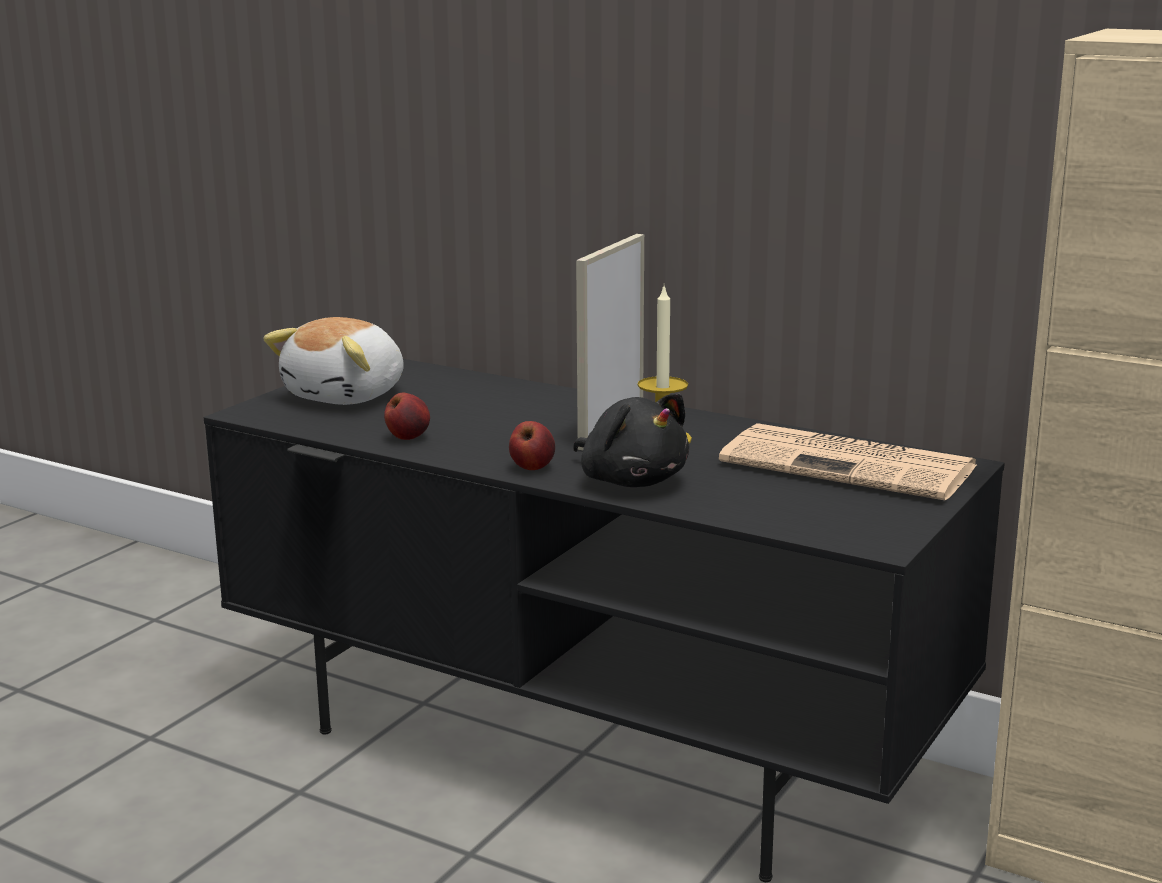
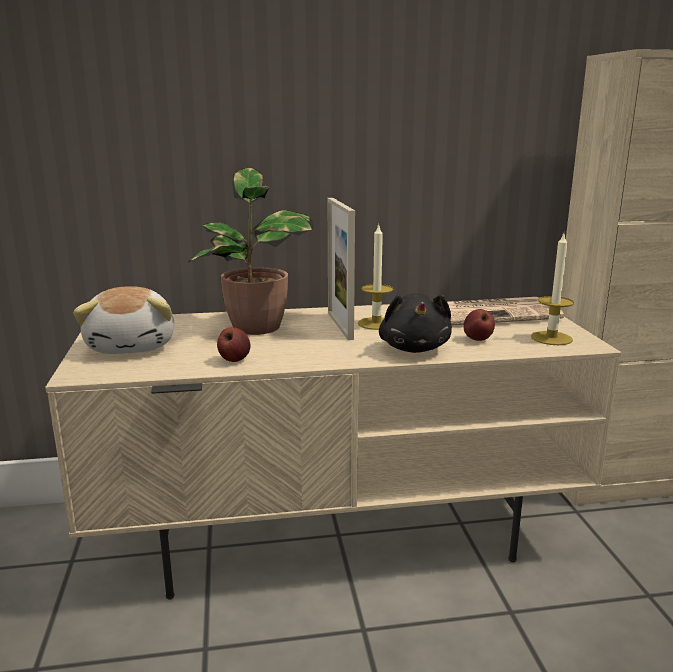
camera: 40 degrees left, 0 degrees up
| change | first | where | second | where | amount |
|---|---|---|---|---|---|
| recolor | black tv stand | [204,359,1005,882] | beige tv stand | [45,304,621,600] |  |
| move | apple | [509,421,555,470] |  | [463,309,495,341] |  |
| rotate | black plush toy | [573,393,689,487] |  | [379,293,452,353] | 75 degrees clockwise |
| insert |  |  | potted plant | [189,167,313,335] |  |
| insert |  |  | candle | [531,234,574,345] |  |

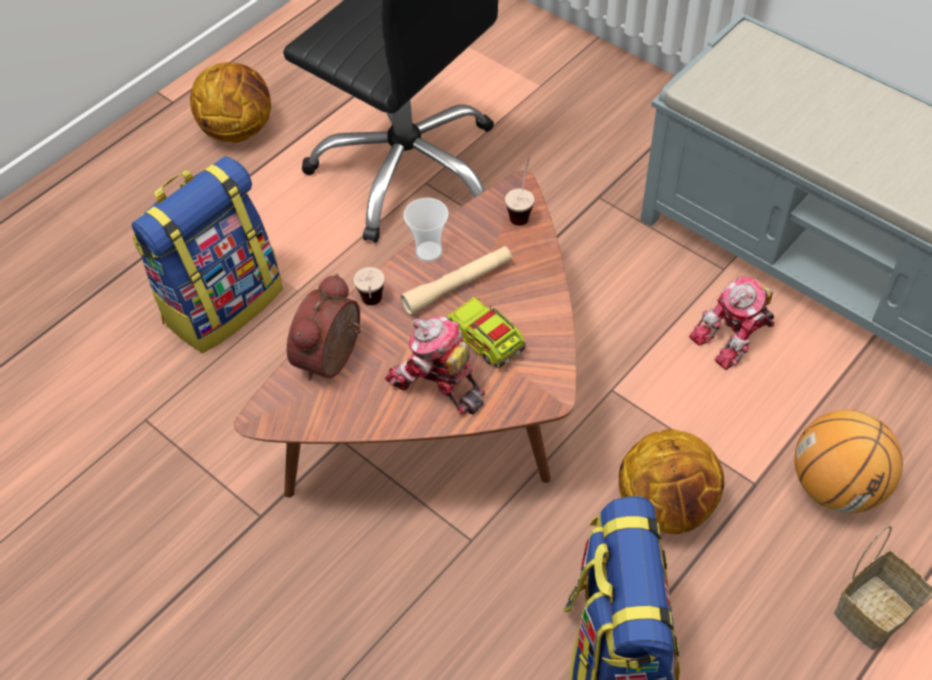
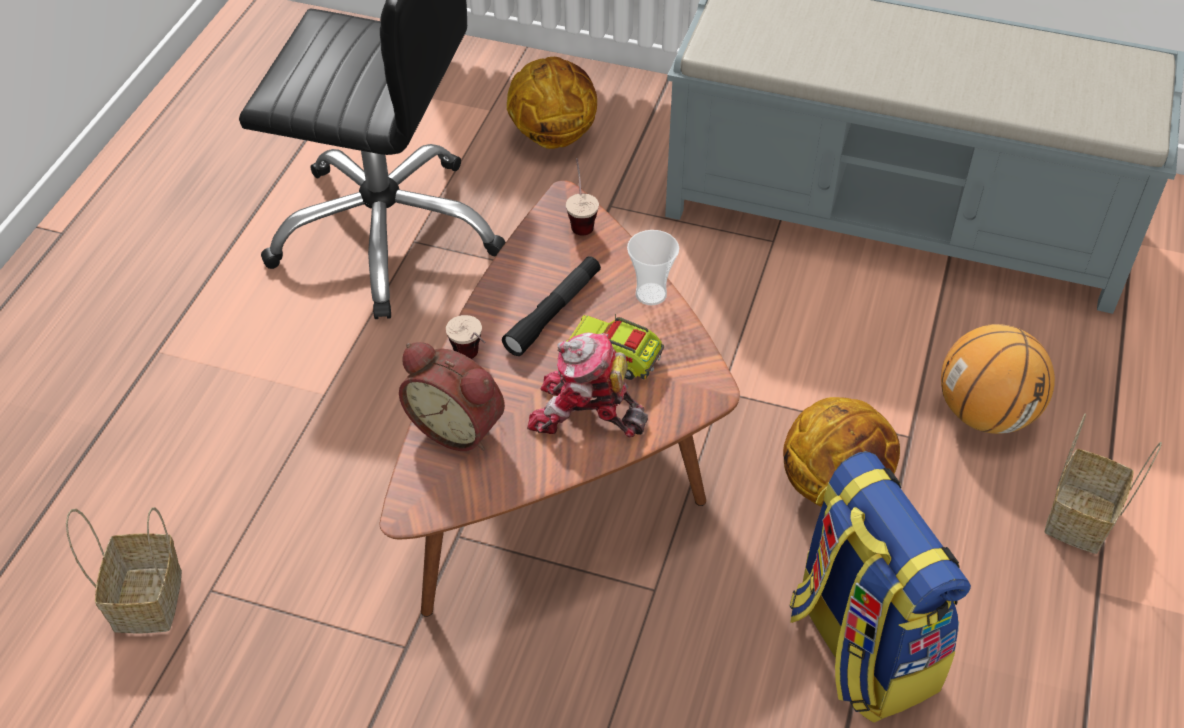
camera: 25 degrees left, 5 degrees down
| change | first | where | second | where | amount |
|---|---|---|---|---|---|
| delete | backpack | [132,156,283,353] |  |  |  |
| move | basketball | [190,62,271,143] |  | [507,57,597,149] |  |
| rotate | alarm clock | [287,273,361,381] |  | [399,342,505,451] | 60 degrees counterclockwise |
| recolor | beige flashlight | [400,246,512,315] | black flashlight | [502,256,601,356] |  |
| move | cup | [404,198,448,262] |  | [627,230,679,305] |  |
| delete | toy robot | [689,275,774,370] |  |  |  |
| insert |  |  | basket | [66,507,182,634] |  |

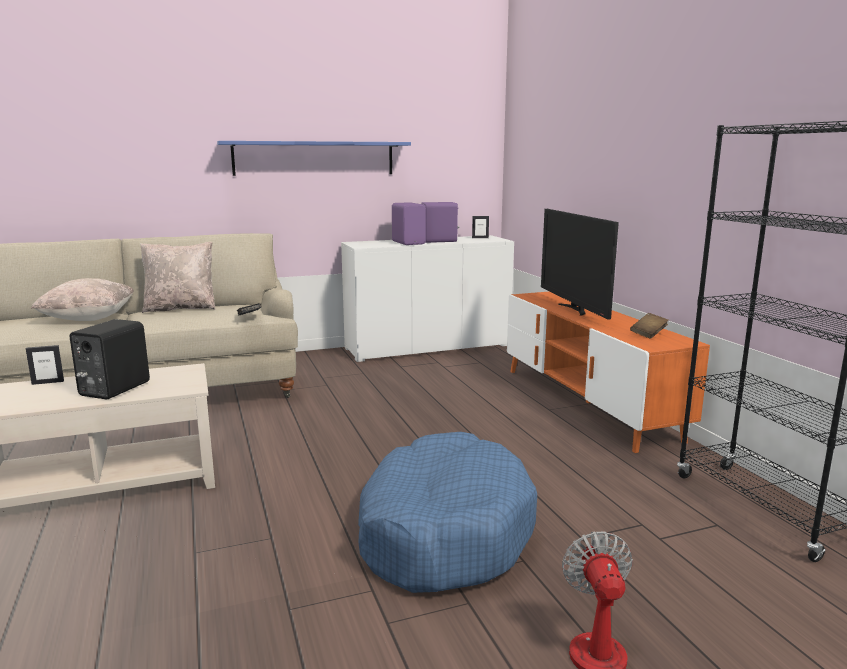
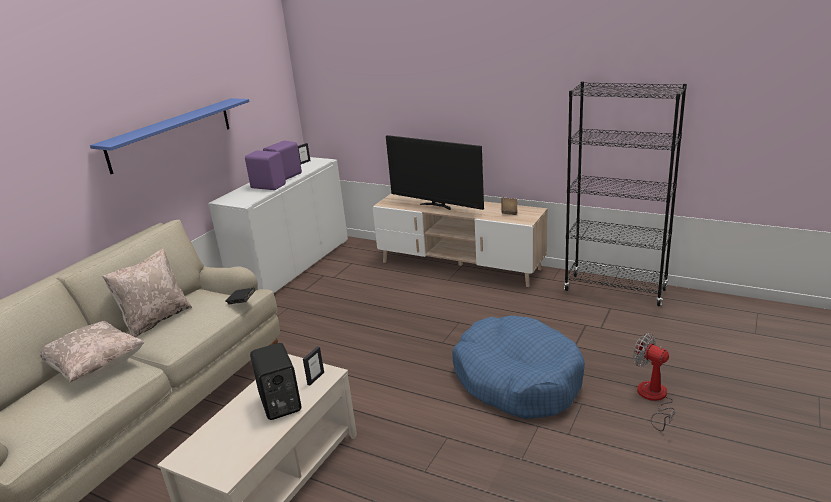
camera: 40 degrees left, 10 degrees up
| change | first | where | second | where | amount |
|---|---|---|---|---|---|
| move | picture frame | [26,345,64,385] |  | [303,346,324,386] |  |
| recolor | orange tv stand | [507,292,710,453] | beige tv stand | [373,194,547,287] |  |

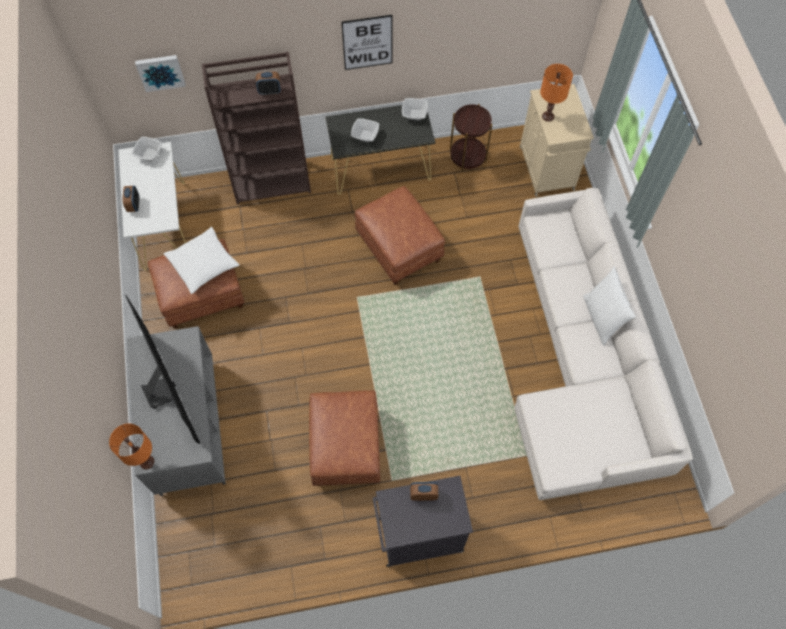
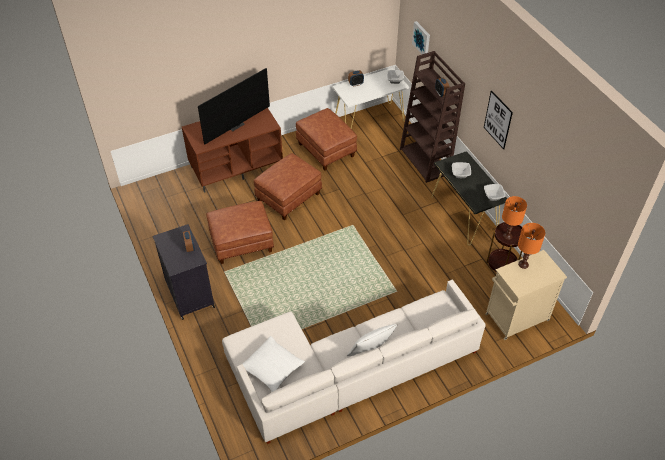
camera: 75 degrees right, 15 degrees down
| change | first | where | second | where | amount |
|---|---|---|---|---|---|
| move | orange table lamp | [109,424,154,469] |  | [502,196,527,240] |  |
| recolor | grey tv stand | [127,326,226,496] | brown tv stand | [182,108,283,193] |  |
| move | white pillow | [164,227,240,294] |  | [243,336,305,392] |  |
| move | brown ottoman | [355,186,445,285] |  | [254,153,322,221] |  |

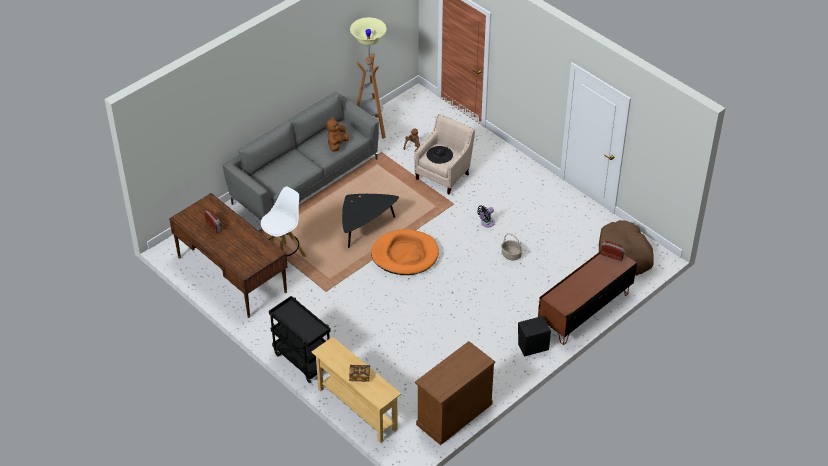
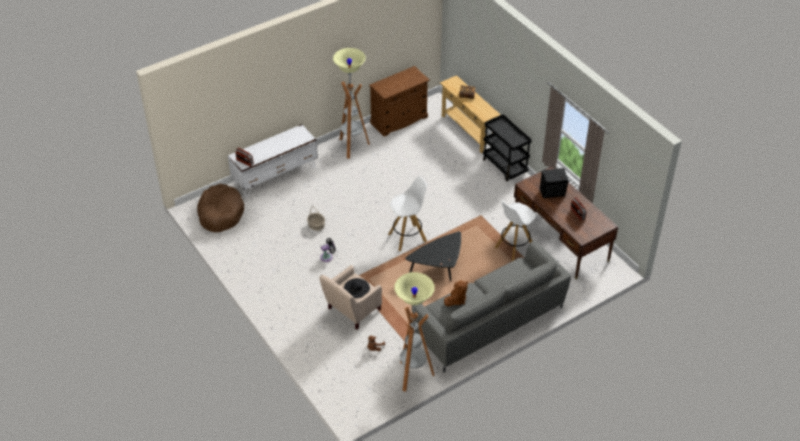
camera: 170 degrees left, 0 degrees up
| change | first | where | second | where | amount |
|---|---|---|---|---|---|
| replace | orange dog bed | [371,229,439,275] | white stool | [388,176,427,251] |  |
| move | black speaker | [518,316,551,357] |  | [540,167,569,198] |  |
| recolor | brown tv stand | [538,251,637,345] | white tv stand | [228,124,318,197] |  |
| insert |  |  | floor lamp | [333,48,370,159] |  |

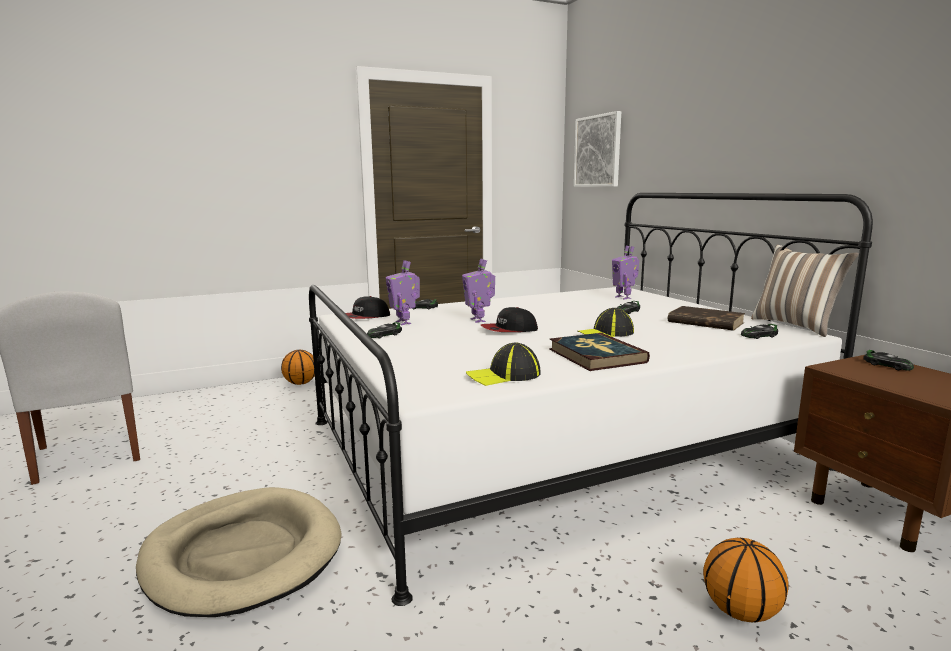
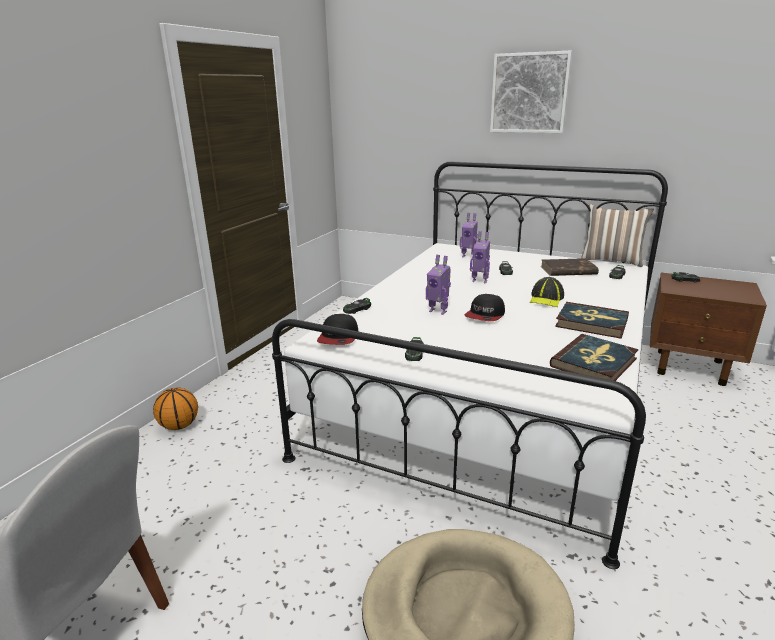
camera: 40 degrees left, 10 degrees up
| change | first | where | second | where | amount |
|---|---|---|---|---|---|
| move | toy robot | [386,260,420,325] |  | [470,231,490,284] |  |
| replace | cap | [466,343,541,386] | book | [550,334,639,381] |  |
| move | picture | [574,111,621,187] |  | [490,51,572,133] |  |
| delete | basketball | [703,538,788,622] |  |  |  |

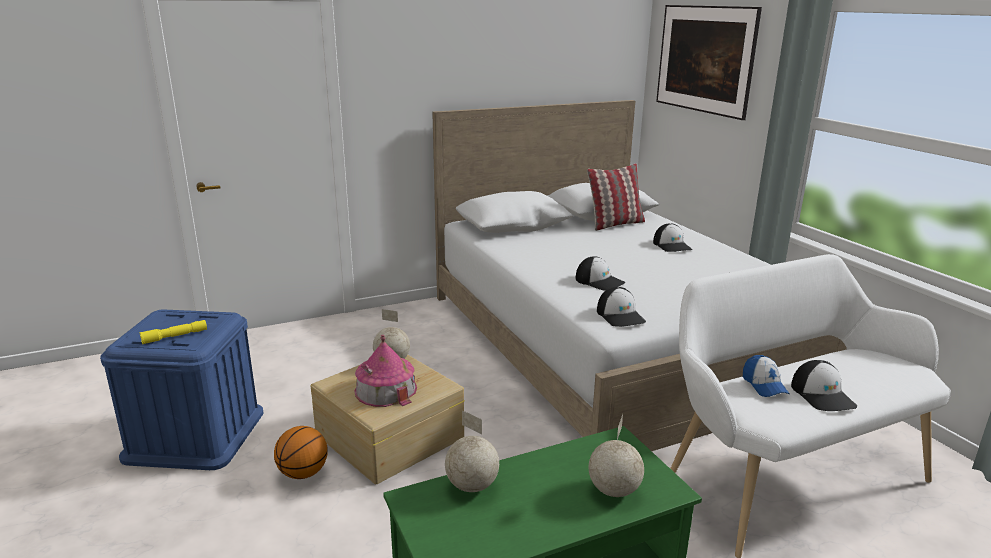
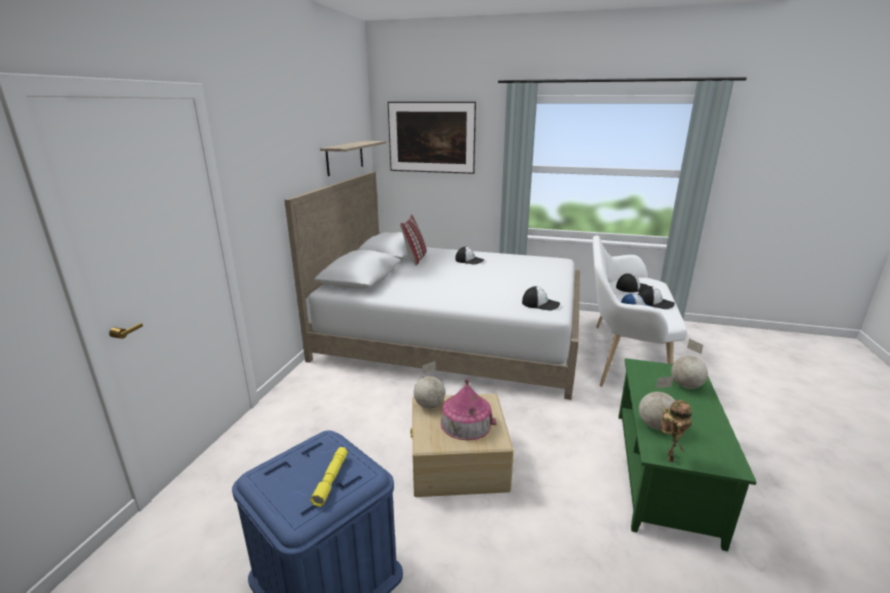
camera: 50 degrees left, 0 degrees up
| change | first | where | second | where | amount |
|---|---|---|---|---|---|
| delete | basketball | [274,426,328,479] |  |  |  |
| move | cap | [575,256,625,291] |  | [616,273,648,293] |  |
| insert |  |  | shelf | [320,141,386,176] |  |
| insert |  |  | toy robot | [661,400,692,462] |  |

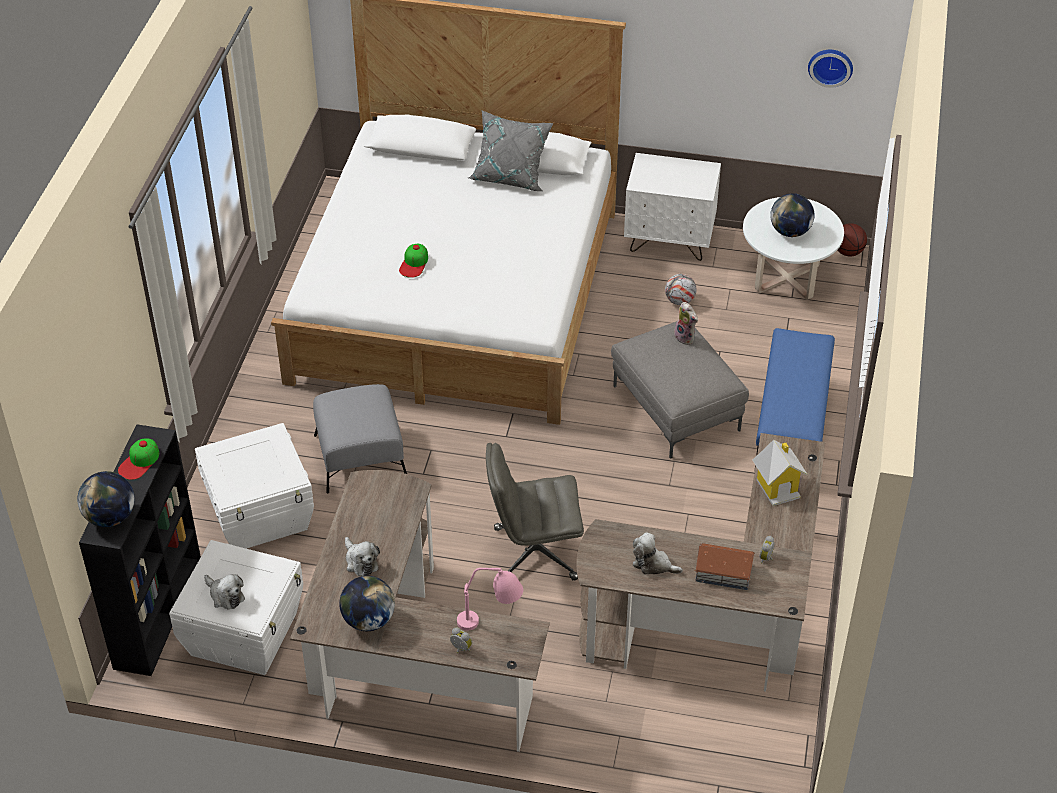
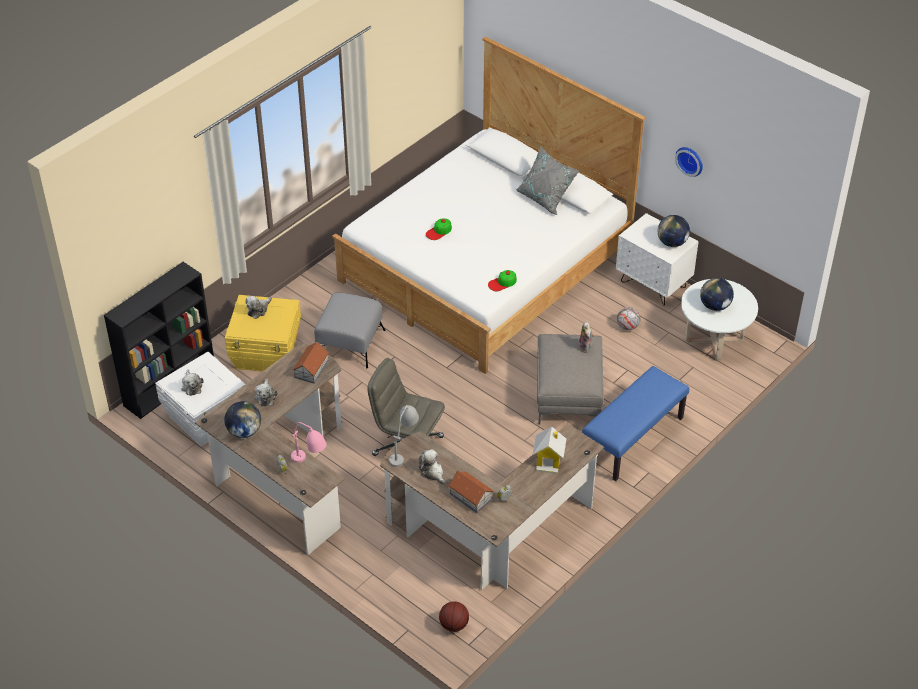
camera: 30 degrees right, 0 degrees up
| change | first | where | second | where | amount |
|---|---|---|---|---|---|
| move | globe | [77,471,135,527] |  | [658,215,690,247] |  |
| move | cap | [118,439,159,480] |  | [488,270,517,291] |  |
| recolor | white storage box | [195,423,314,549] | yellow storage box | [225,295,301,371] |  |
| move | wall clock | [808,50,853,88] |  | [675,147,703,177] |  |
| move | basketball | [837,223,867,256] |  | [439,601,469,632] |  |
| insert |  |  | plush toy | [245,296,272,319] |  |
| insert |  |  | toy house | [292,342,329,384] |  |
| insert |  |  | grey table lamp | [389,405,419,467] |  |

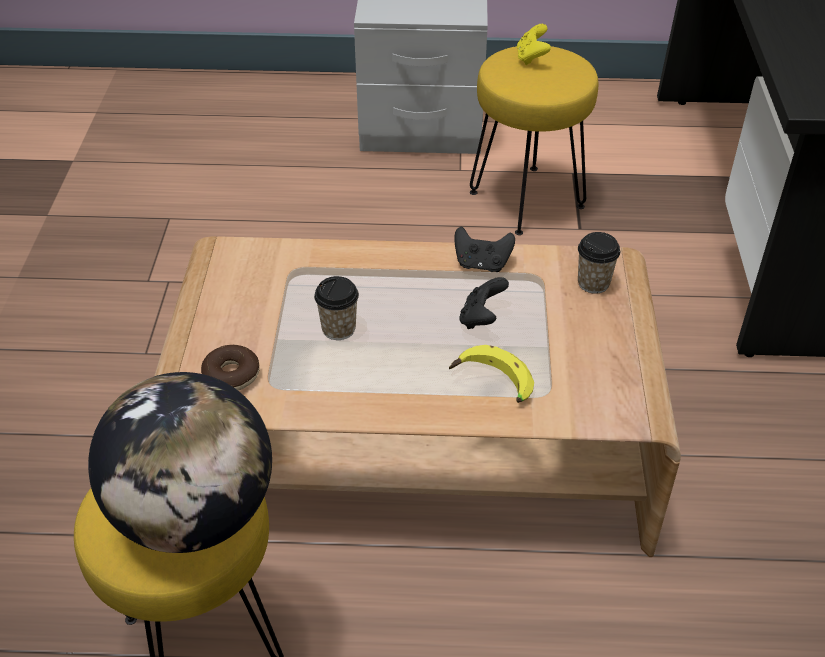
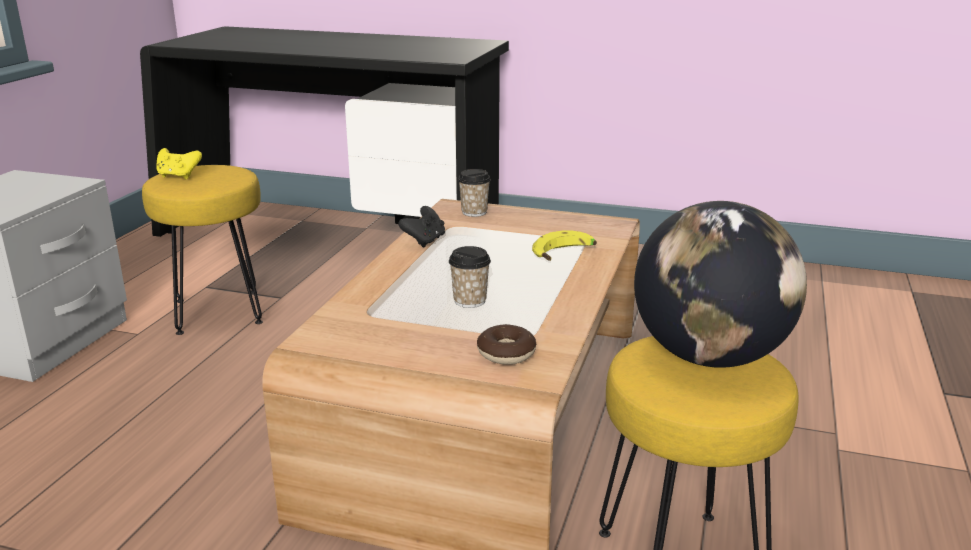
camera: 75 degrees left, 20 degrees down
| change | first | where | second | where | amount |
|---|---|---|---|---|---|
| delete | black game controller | [459,277,509,329] |  |  |  |

